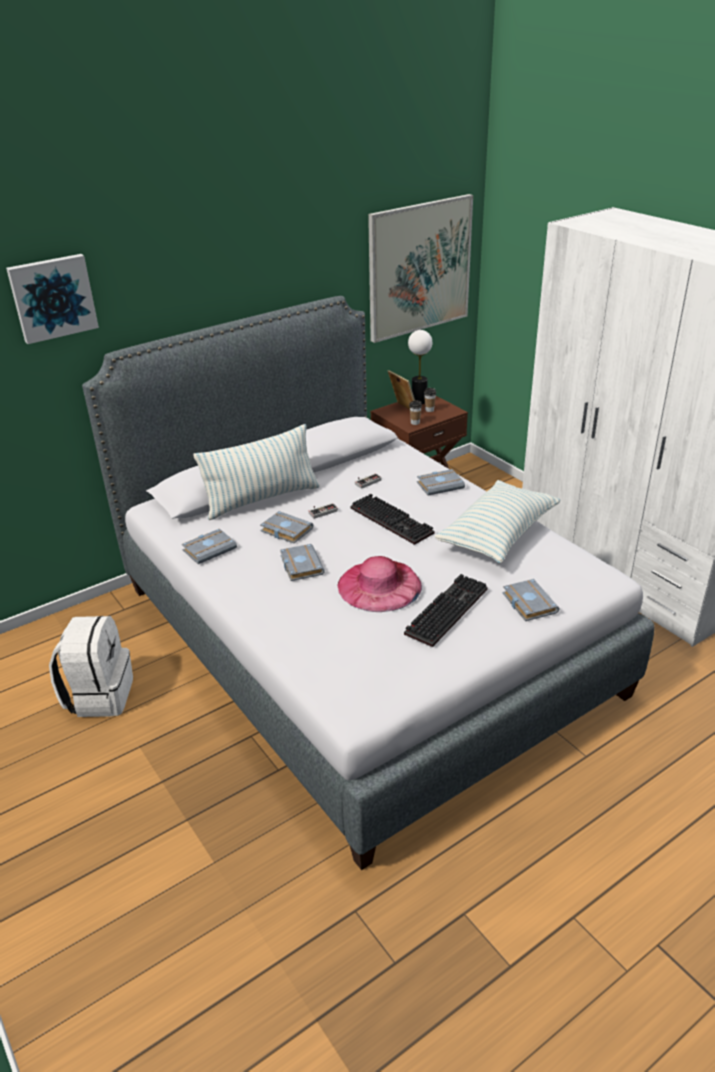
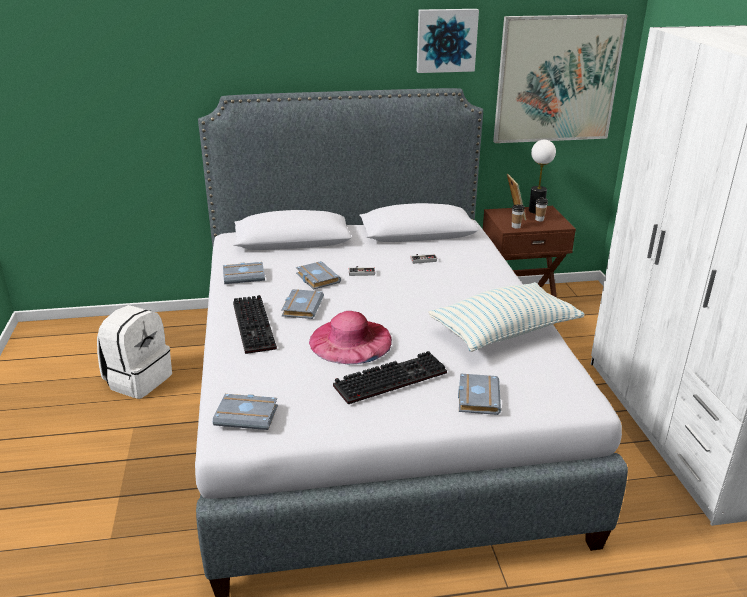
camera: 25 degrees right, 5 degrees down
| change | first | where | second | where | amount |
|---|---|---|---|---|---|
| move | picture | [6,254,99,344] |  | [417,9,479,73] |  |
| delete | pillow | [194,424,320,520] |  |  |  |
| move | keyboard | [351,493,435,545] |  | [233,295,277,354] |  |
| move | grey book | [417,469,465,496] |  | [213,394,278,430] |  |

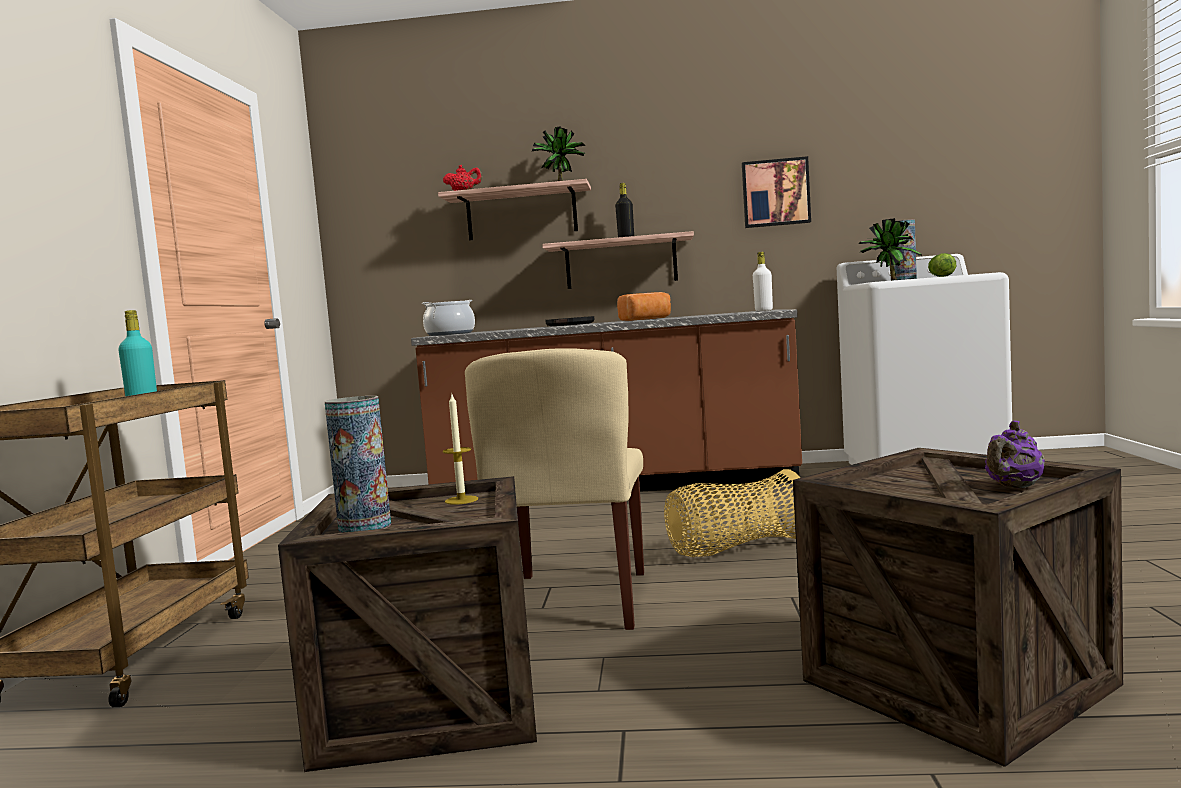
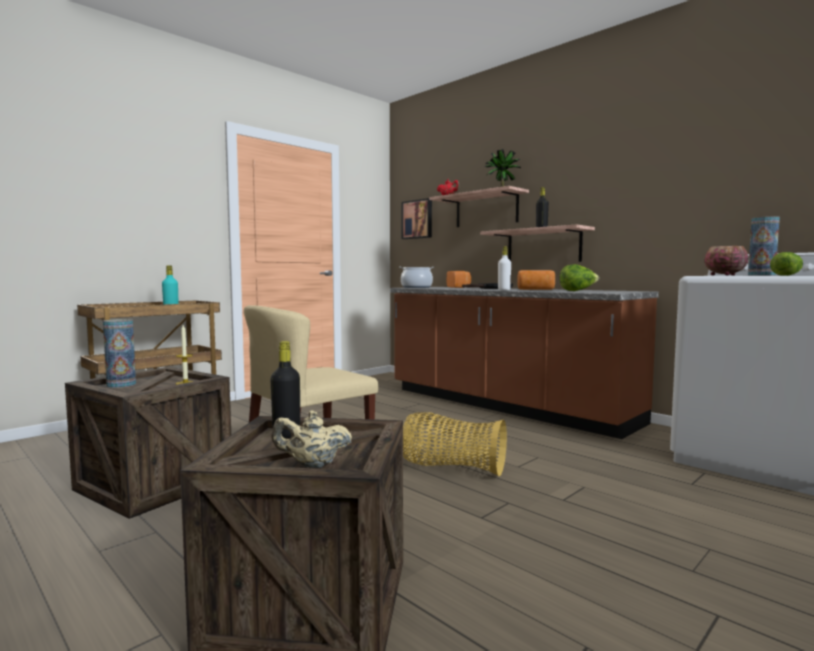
camera: 40 degrees right, 0 degrees up
| change | first | where | second | where | amount |
|---|---|---|---|---|---|
| move | picture | [742,156,811,228] |  | [402,198,432,239] |  |
| move | white bottle | [753,252,773,311] |  | [498,246,511,290] |  |
| replace | potted plant | [859,218,921,281] | bowl | [705,246,749,276] |  |
| recolor | purple teapot | [985,420,1045,488] | beige teapot | [272,410,352,468] |  |
| insert |  |  | black bottle | [270,341,300,439] |  |
| insert |  |  | bread | [447,271,471,288] |  |
| insert |  |  | lettuce | [559,264,599,291] |  |

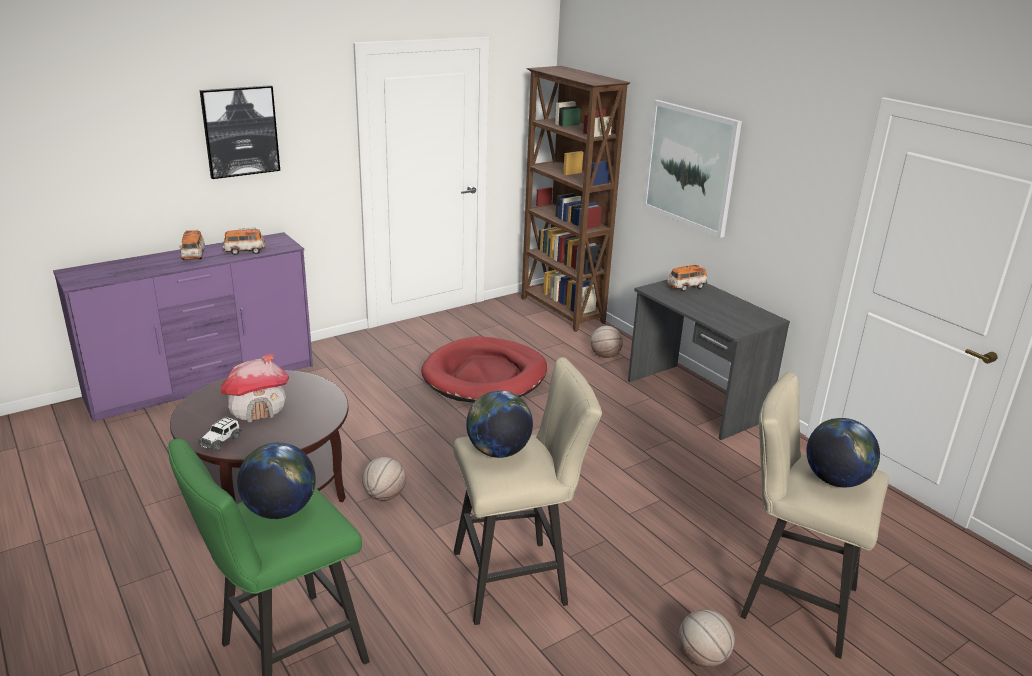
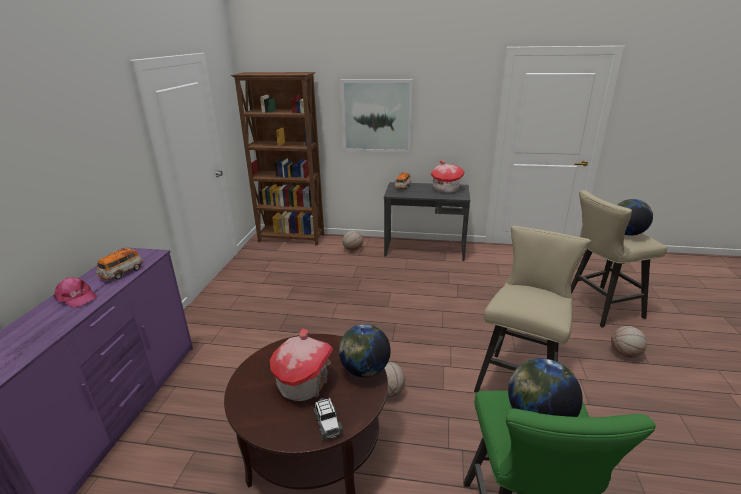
camera: 45 degrees left, 0 degrees up
| change | first | where | second | where | amount |
|---|---|---|---|---|---|
| replace | toy car | [179,230,205,260] | pink cap | [53,277,97,308] |  |
| delete | picture | [200,85,280,179] |  |  |  |
| delete | red dog bed | [421,336,547,403] |  |  |  |
| move | globe | [466,391,533,458] |  | [339,324,391,378] |  |
| insert |  |  | toy house | [431,160,465,193] |  |

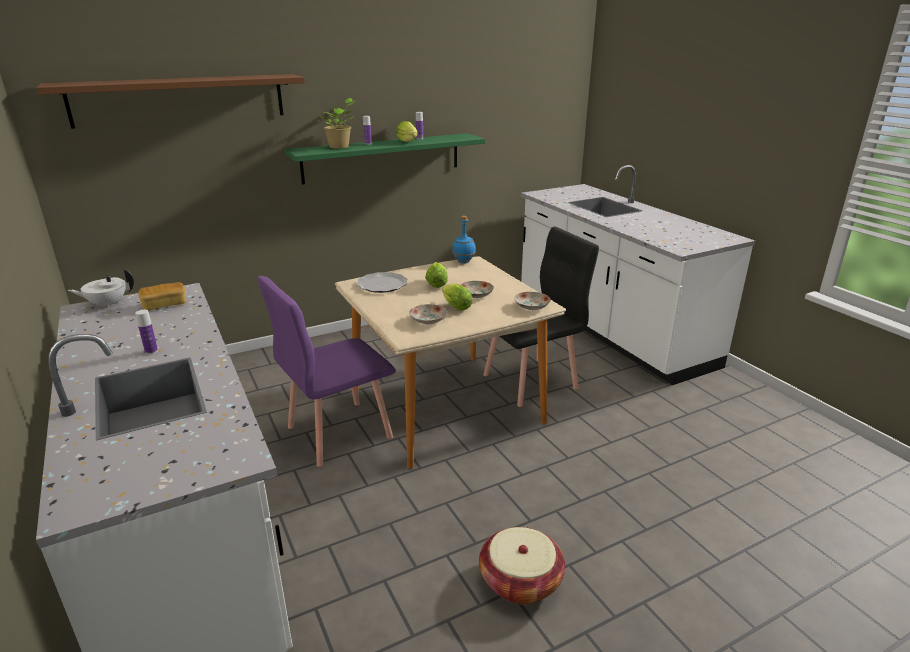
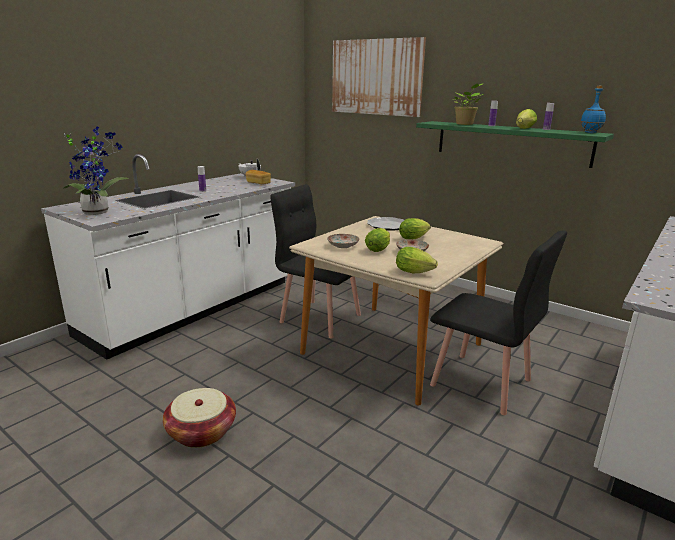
camera: 65 degrees right, 5 degrees down
| change | first | where | second | where | amount |
|---|---|---|---|---|---|
| replace | brown shelf | [37,74,305,129] | picture | [332,37,426,117] |  |
| recolor | purple chair | [257,276,396,467] | black chair | [270,184,361,338] |  |
| move | blue bottle | [452,216,476,264] |  | [580,86,606,133] |  |
| replace | plate | [514,292,551,310] | lettuce | [396,247,438,274] |  |
| insert |  |  | potted plant | [64,126,129,215] |  |

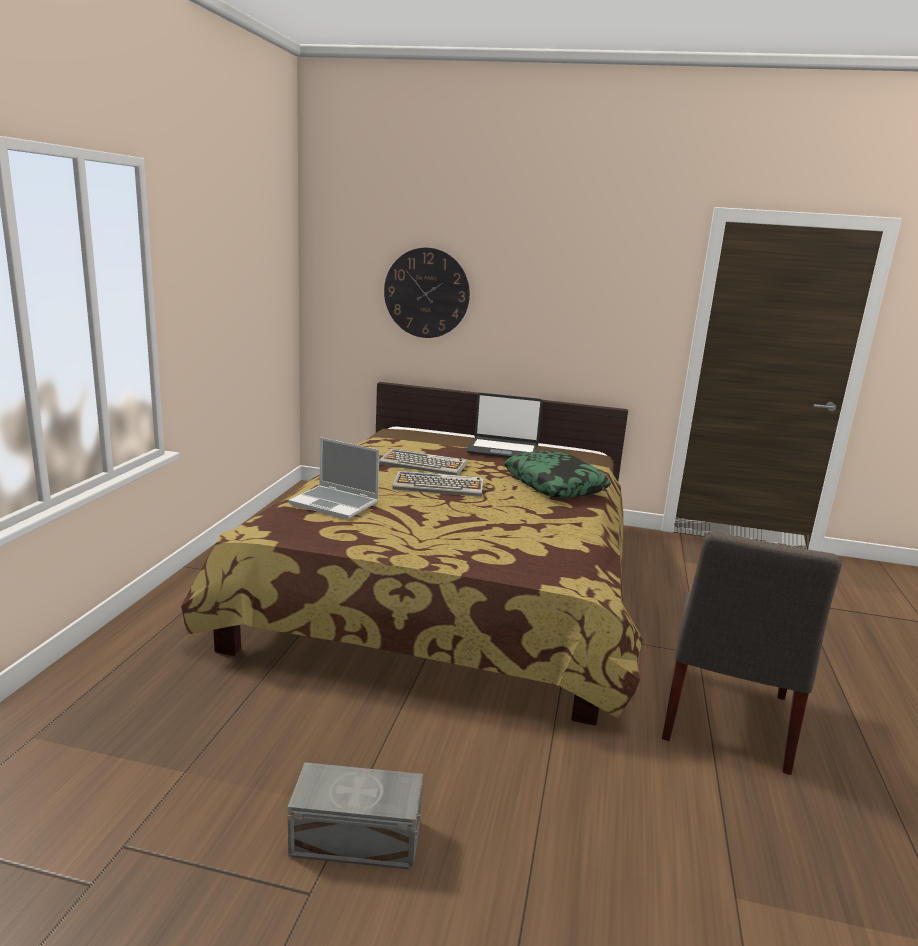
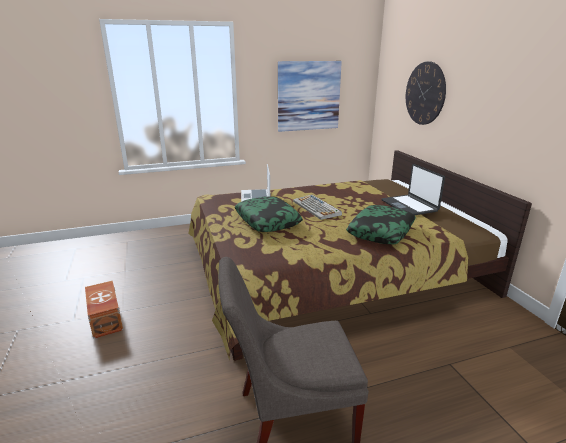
camera: 60 degrees right, 5 degrees up
| change | first | where | second | where | amount |
|---|---|---|---|---|---|
| recolor | grey storage box | [288,762,423,870] | brown storage box | [85,281,123,339] |  |
| delete | keyboard | [379,449,467,475] |  |  |  |
| insert |  |  | pillow | [235,196,303,232] |  |
| insert |  |  | picture | [278,61,342,132] |  |

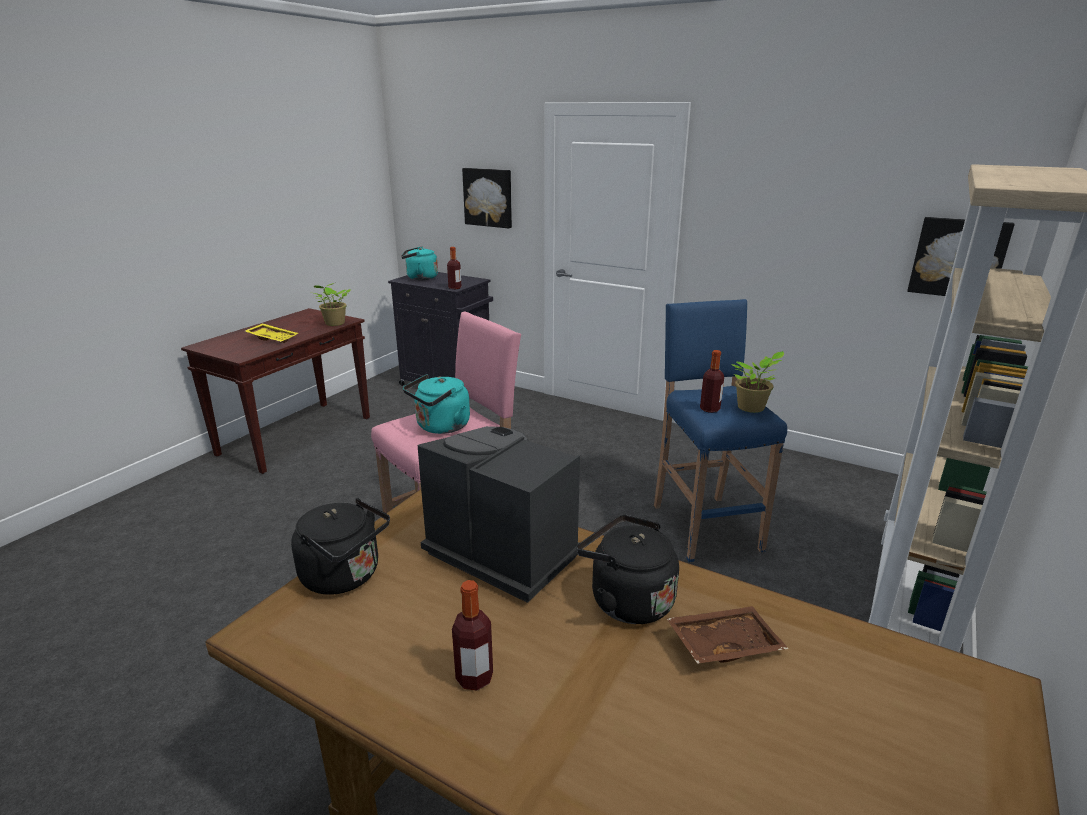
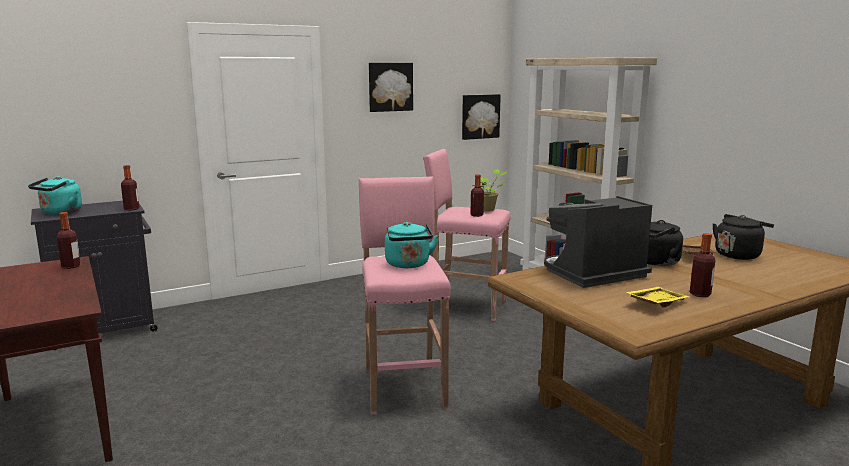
camera: 60 degrees left, 10 degrees down
| change | first | where | second | where | amount |
|---|---|---|---|---|---|
| move | yellow tray | [245,323,298,343] |  | [625,287,689,307] |  |
| move | black kettle | [291,498,390,595] |  | [713,214,774,260] |  |
| replace | potted plant | [314,283,351,326] | bottle | [57,212,80,269] |  |
| move | picture | [462,168,512,229] |  | [369,63,413,112] |  |
| recolor | blue stool | [654,299,787,562] | pink stool | [423,149,510,321] |  |

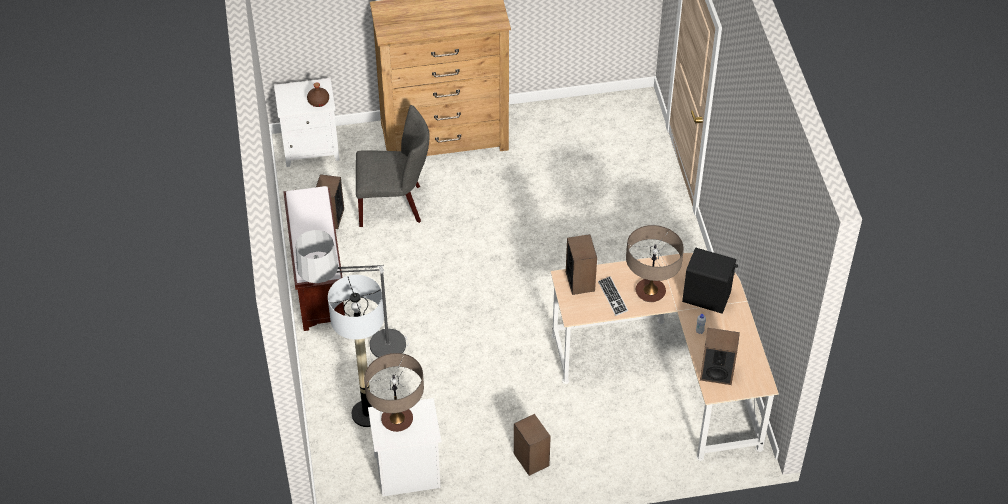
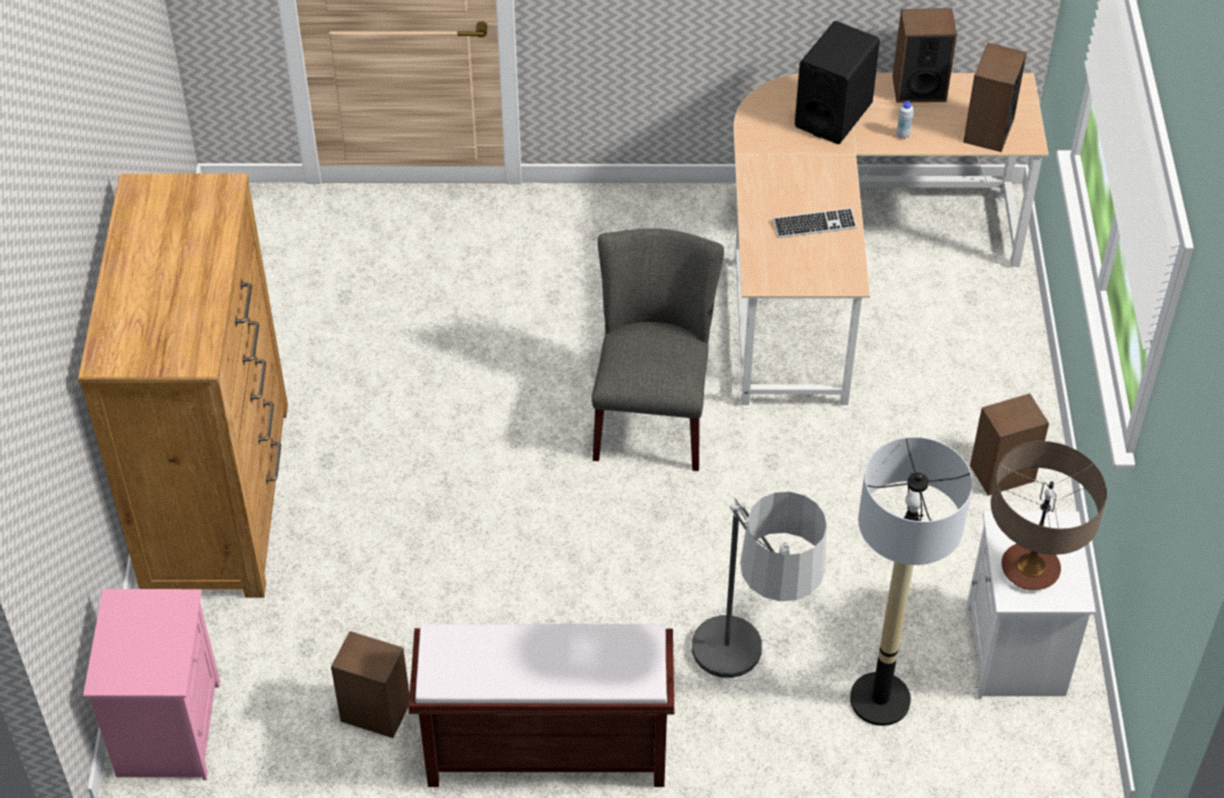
camera: 80 degrees left, 0 degrees up
| change | first | where | second | where | amount |
|---|---|---|---|---|---|
| recolor | white nightstand | [274,78,340,167] | pink nightstand | [83,589,220,780] |  |
| delete | brown bottle | [307,82,329,107] |  |  |  |
| move | grey chair | [356,105,429,227] |  | [592,229,724,471] |  |
| move | speaker | [566,234,597,295] |  | [892,8,957,103] |  |
| delete | table lamp | [626,225,684,302] |  |  |  |

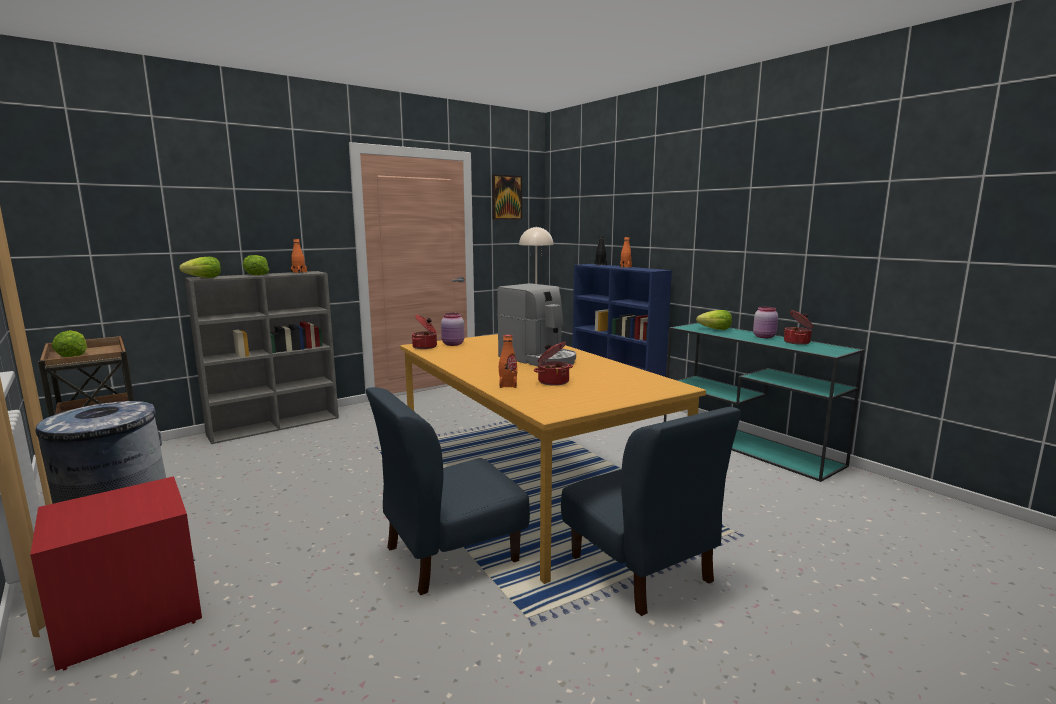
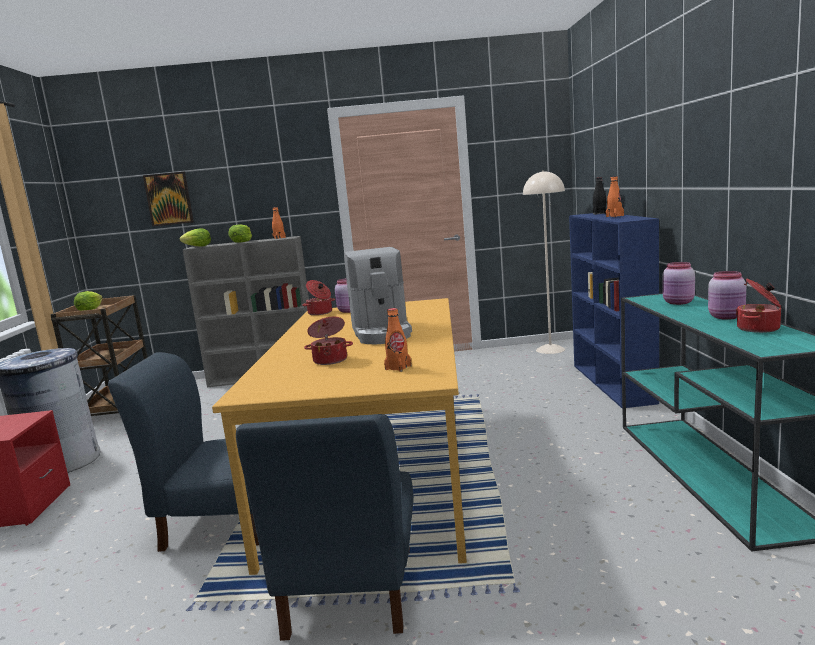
camera: 35 degrees right, 0 degrees up
| change | first | where | second | where | amount |
|---|---|---|---|---|---|
| move | picture | [492,174,522,220] |  | [143,172,194,226] |  |
| move | orange bottle | [499,335,517,388] |  | [384,308,412,372] |  |
| replace | lettuce | [696,310,732,330] | pink jar | [663,262,695,305] |  |

